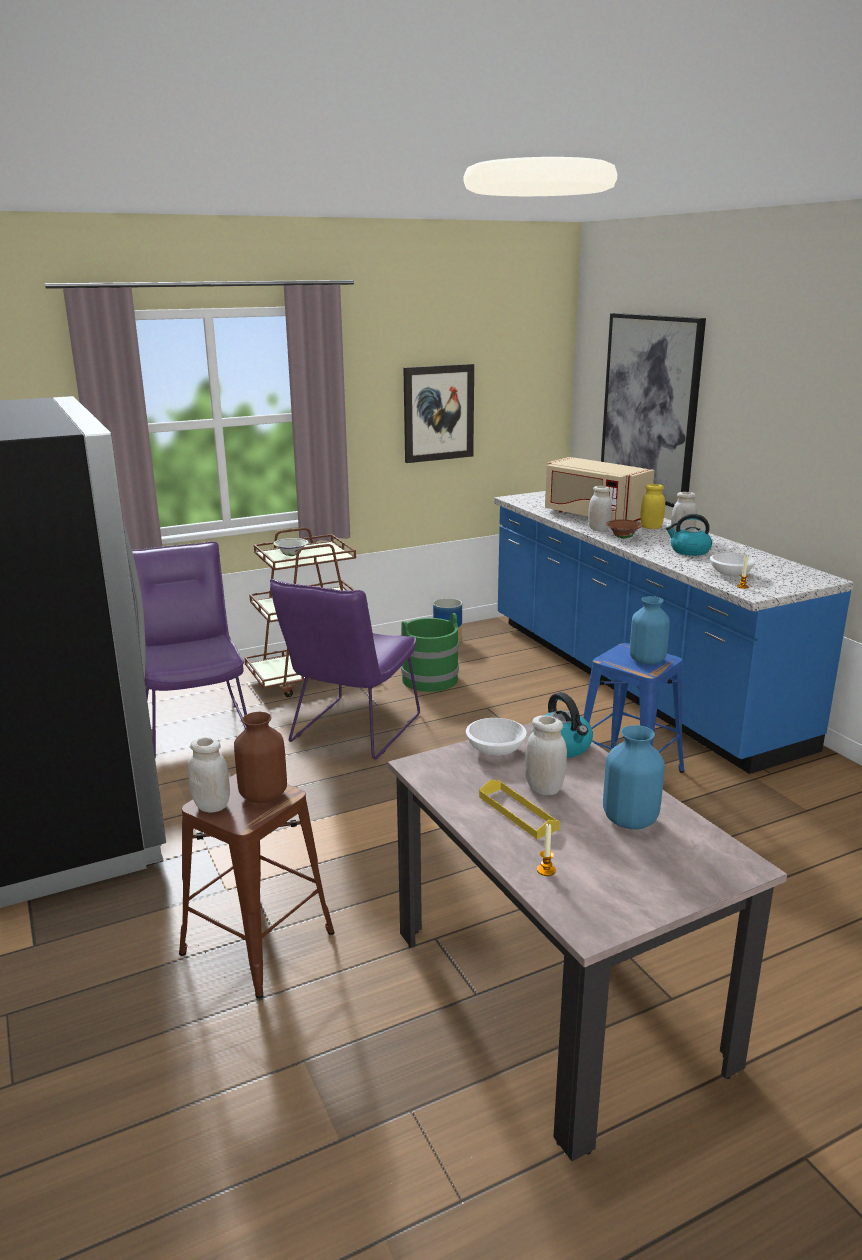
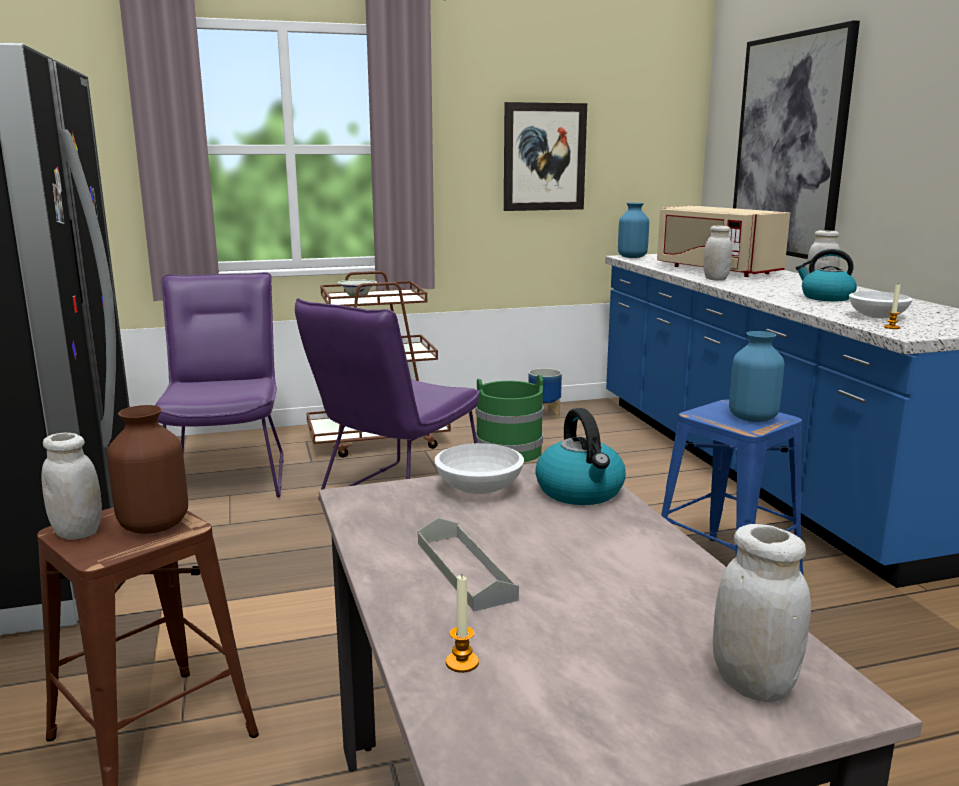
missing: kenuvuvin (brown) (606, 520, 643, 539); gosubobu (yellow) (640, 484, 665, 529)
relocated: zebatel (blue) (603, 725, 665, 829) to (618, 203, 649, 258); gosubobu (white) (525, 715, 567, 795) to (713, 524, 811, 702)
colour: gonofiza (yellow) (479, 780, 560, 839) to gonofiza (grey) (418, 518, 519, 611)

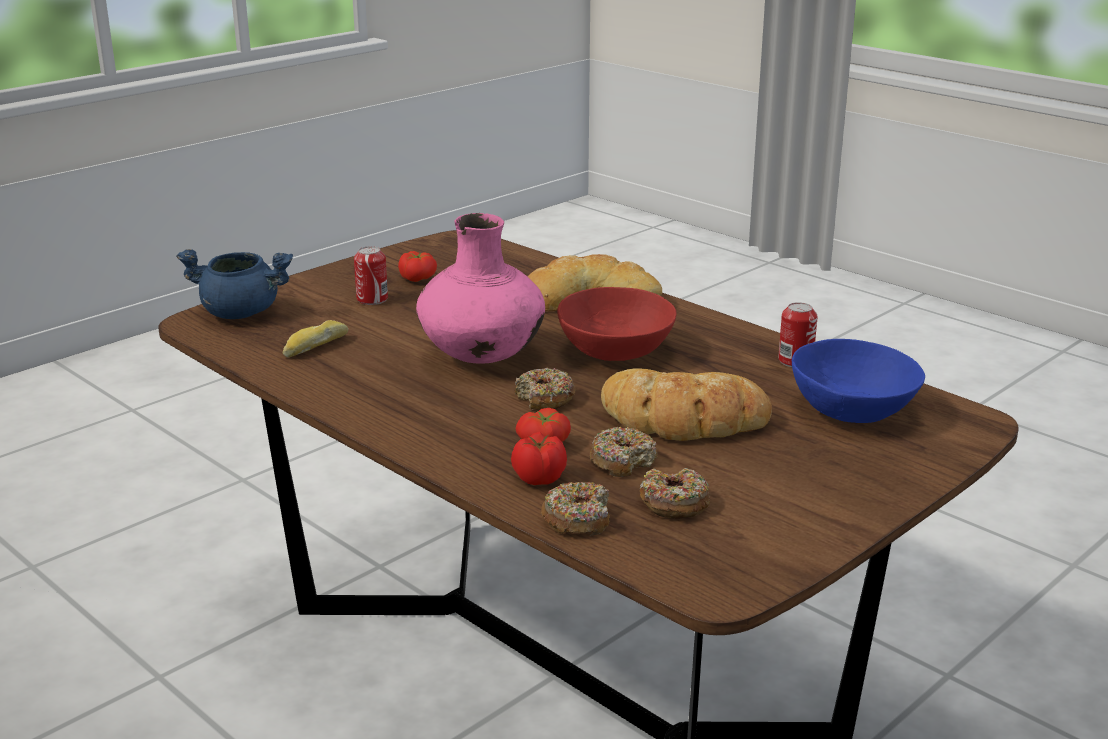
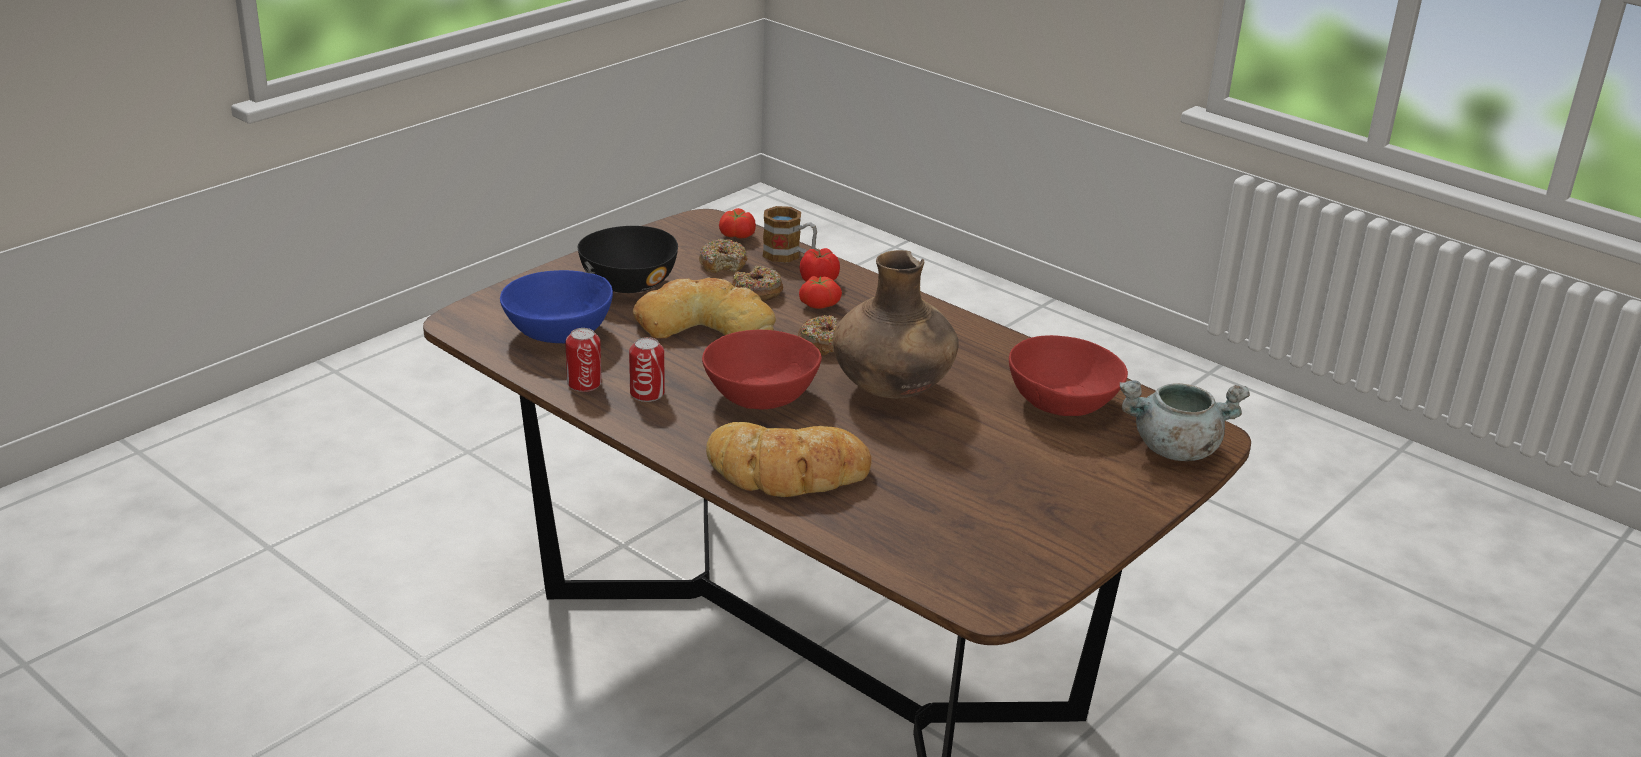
appeared: kenuvuvin (black) (578, 226, 678, 293)
relocated: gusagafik (354, 246, 388, 305) to (629, 337, 665, 402); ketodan (398, 251, 437, 282) to (719, 208, 756, 239)
exchanged: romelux (541, 482, 610, 535) to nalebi (762, 206, 817, 263); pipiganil (283, 320, 348, 357) to kenuvuvin (red) (1009, 335, 1128, 416)
colour: zebatel (pink) (416, 213, 545, 364) to zebatel (brown) (833, 250, 959, 398); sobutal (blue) (176, 249, 293, 319) to sobutal (grey) (1120, 380, 1250, 461)

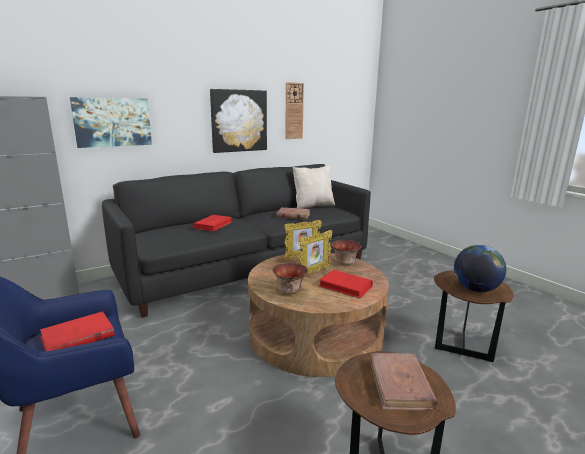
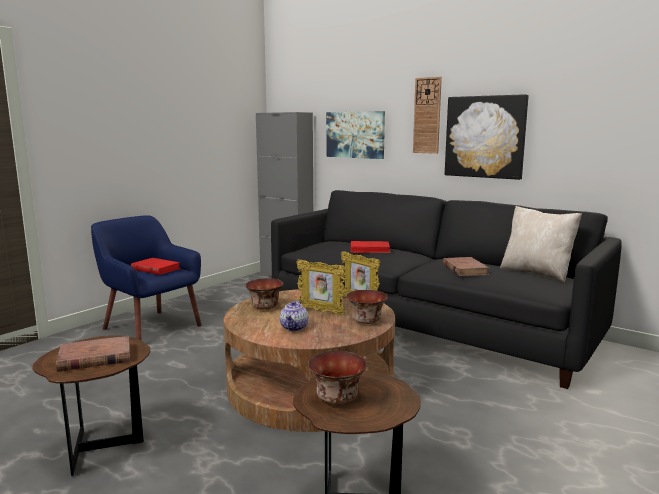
relocated: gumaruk (285, 82, 304, 139) to (413, 77, 442, 154)
exchanged: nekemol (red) (319, 270, 373, 299) to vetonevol (280, 300, 308, 331); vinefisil (454, 245, 506, 292) to kenuvuvin (308, 351, 367, 404)

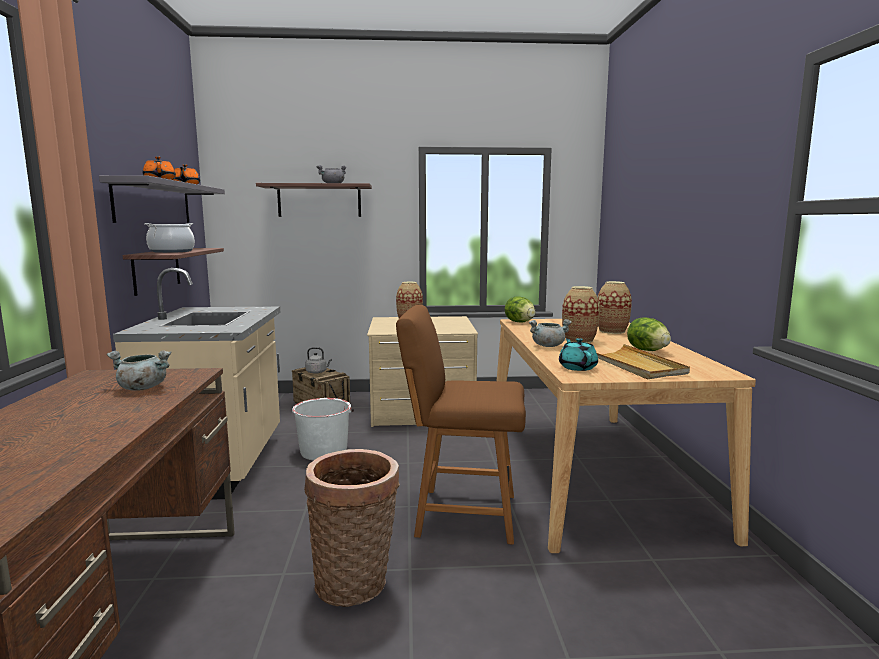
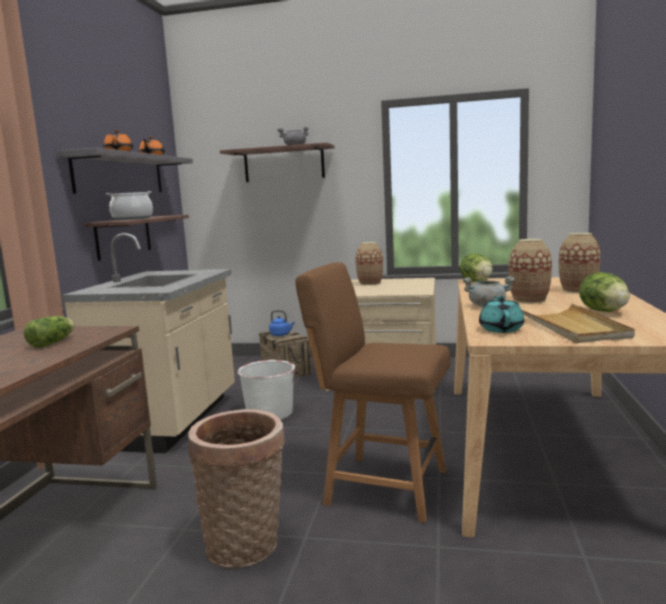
exchanged: sobutal (grey) (107, 350, 172, 391) to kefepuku (23, 316, 75, 348)
colour: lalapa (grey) (305, 347, 332, 374) to lalapa (blue) (269, 310, 295, 336)

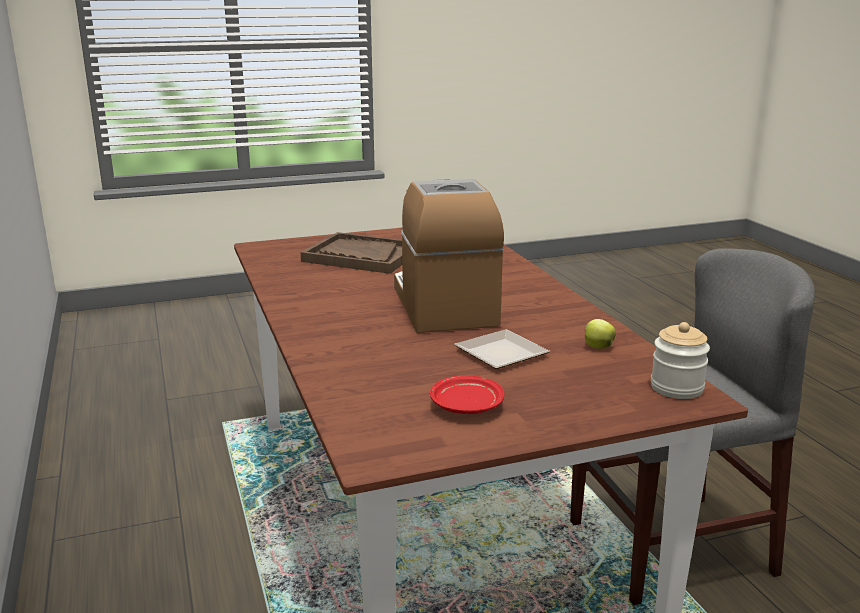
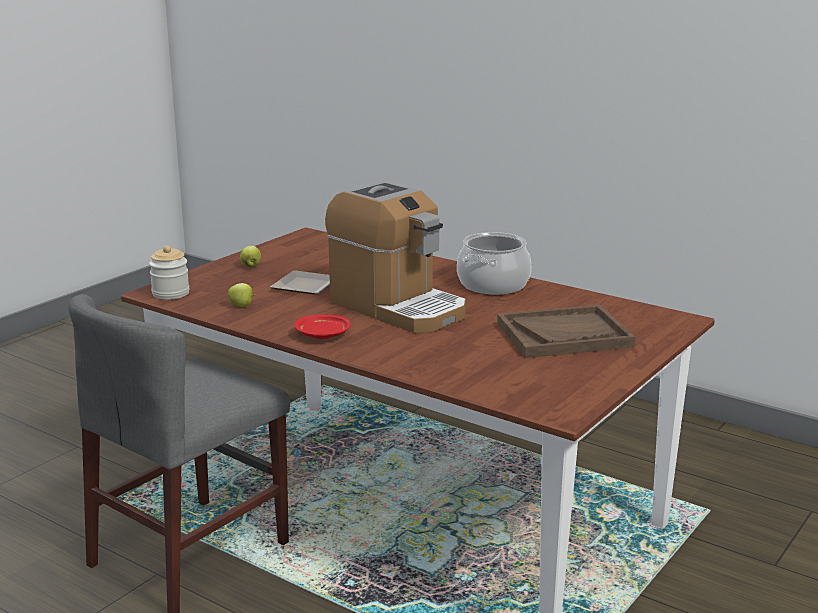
appeared: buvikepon (240, 246, 261, 267); sobutal (457, 232, 531, 295)
relocated: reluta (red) (430, 375, 505, 414) to (294, 314, 351, 339)

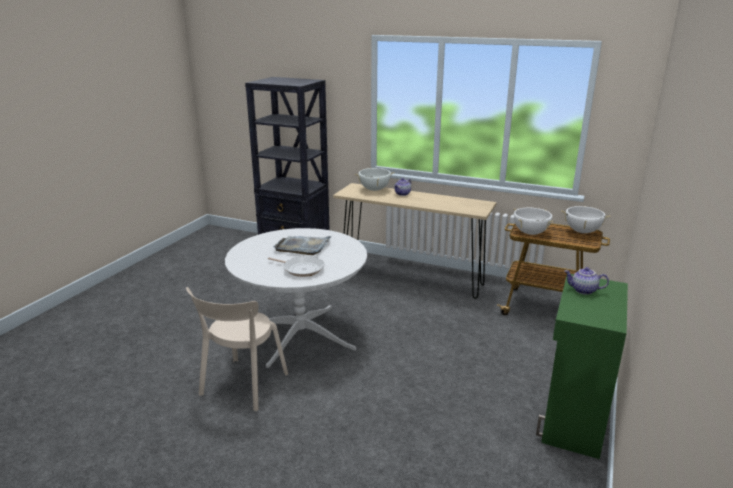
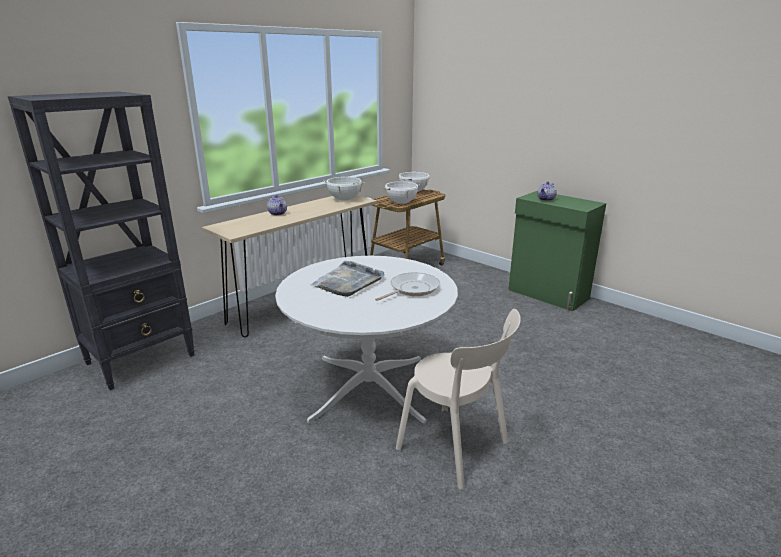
relocated: sobutal (white) (355, 168, 395, 191) to (323, 177, 366, 201)

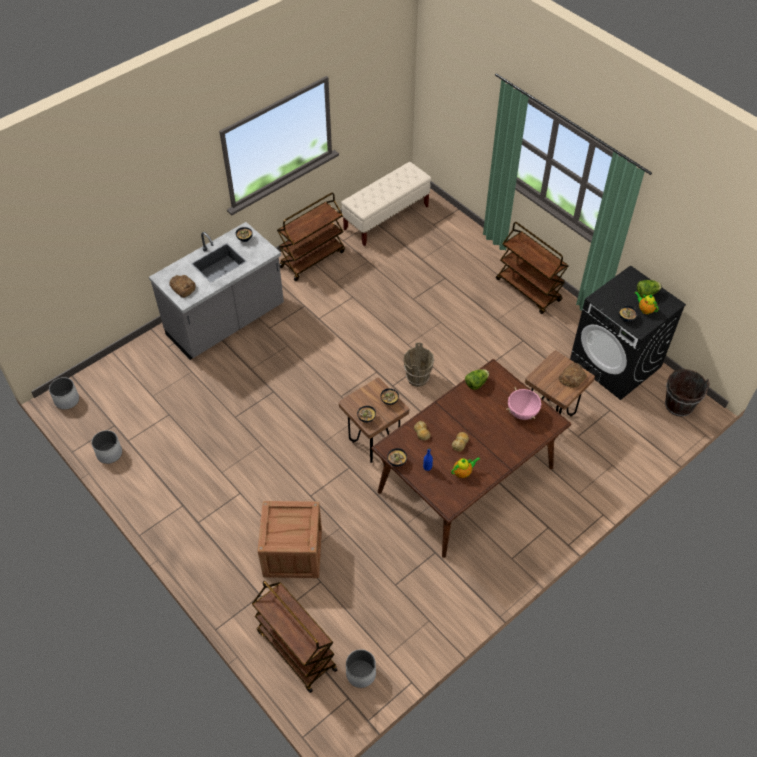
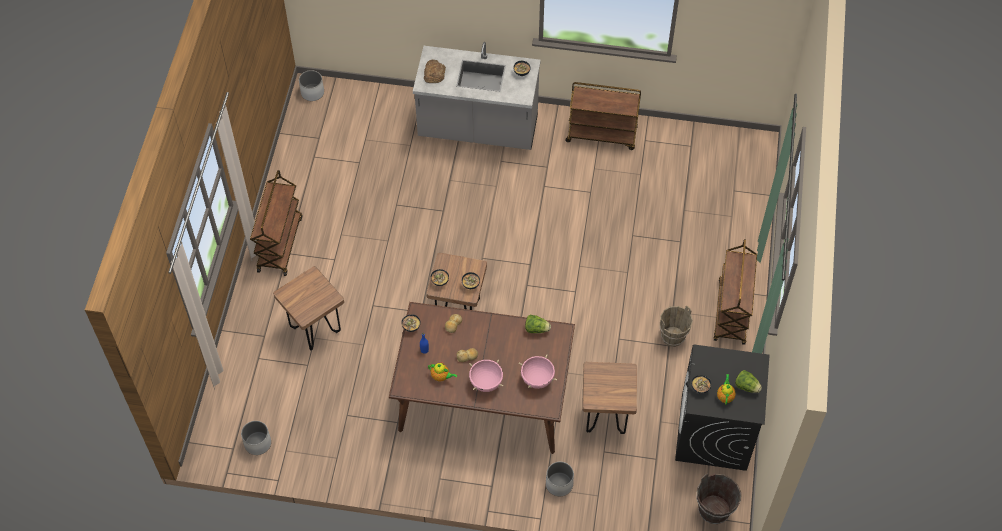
missing: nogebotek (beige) (341, 162, 431, 246); pipiganil (559, 363, 587, 388)
appeared: sobutal (pink) (469, 360, 503, 392)
relocated: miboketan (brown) (252, 581, 337, 693) to (250, 170, 302, 276); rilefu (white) (91, 430, 122, 464) to (546, 462, 574, 496); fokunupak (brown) (403, 342, 434, 387) to (660, 306, 693, 347)
exchanged: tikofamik (258, 501, 322, 578) to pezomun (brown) (273, 266, 344, 350)

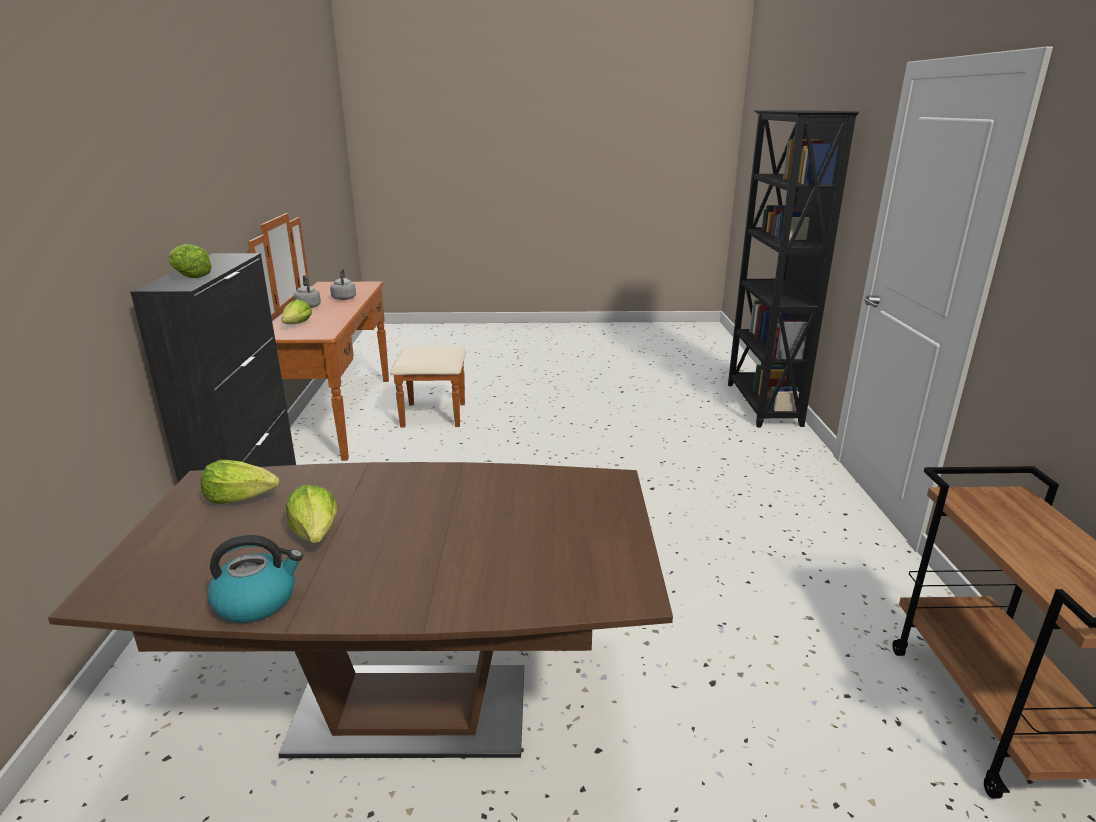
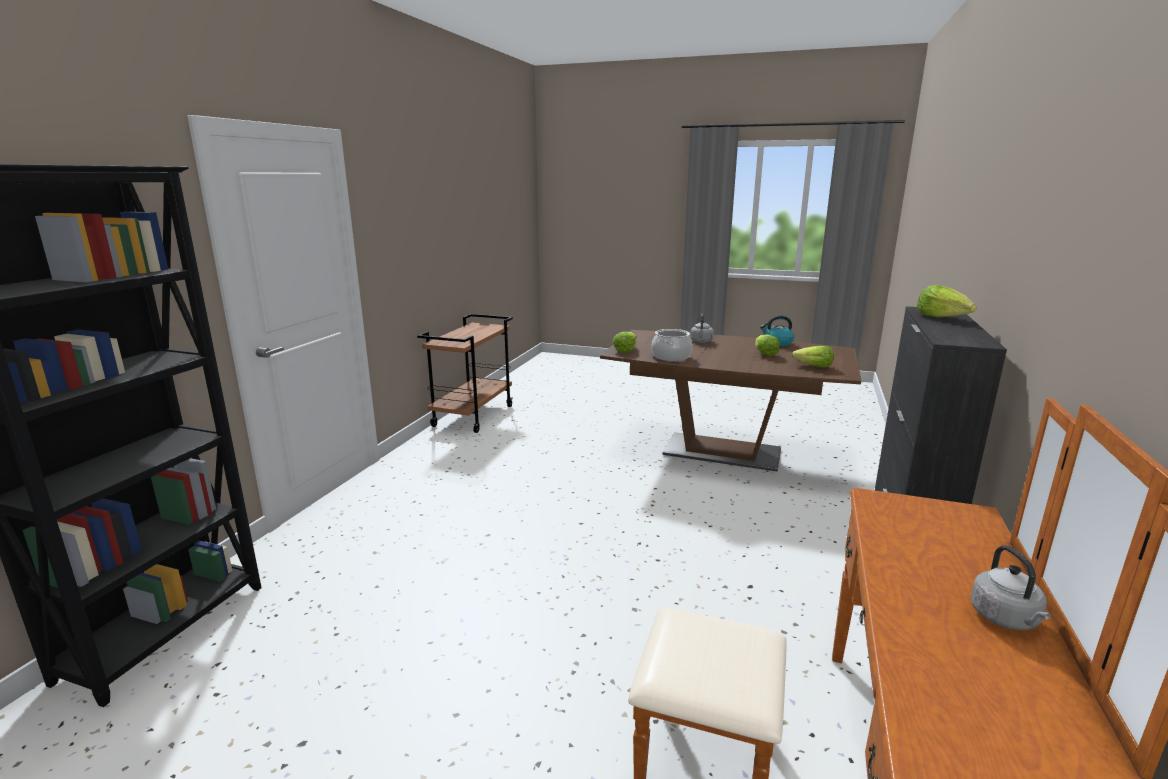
appeared: sobutal (651, 329, 692, 361)
relocated: kefepuku (281, 299, 312, 324) to (613, 332, 636, 353); lalapa (grey) (330, 268, 356, 300) to (691, 313, 714, 343)

